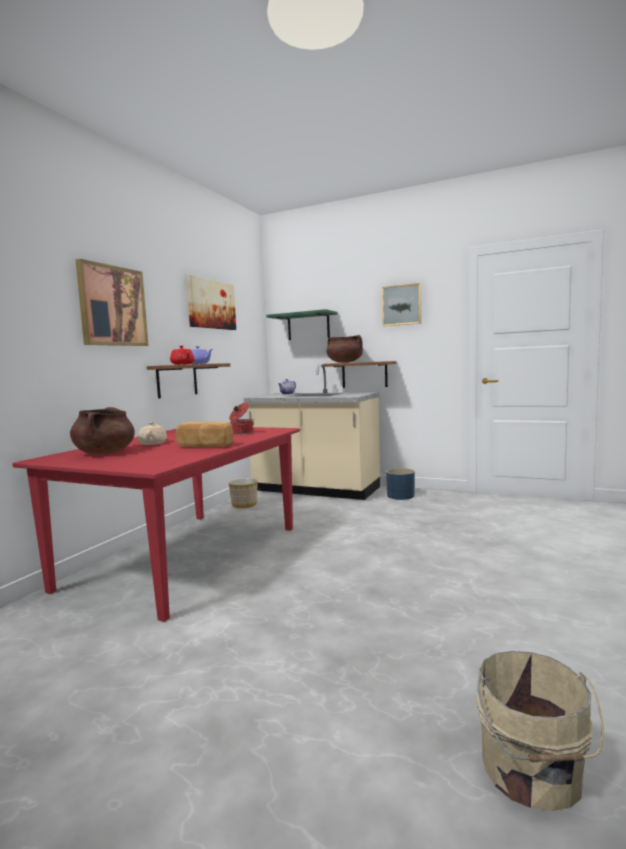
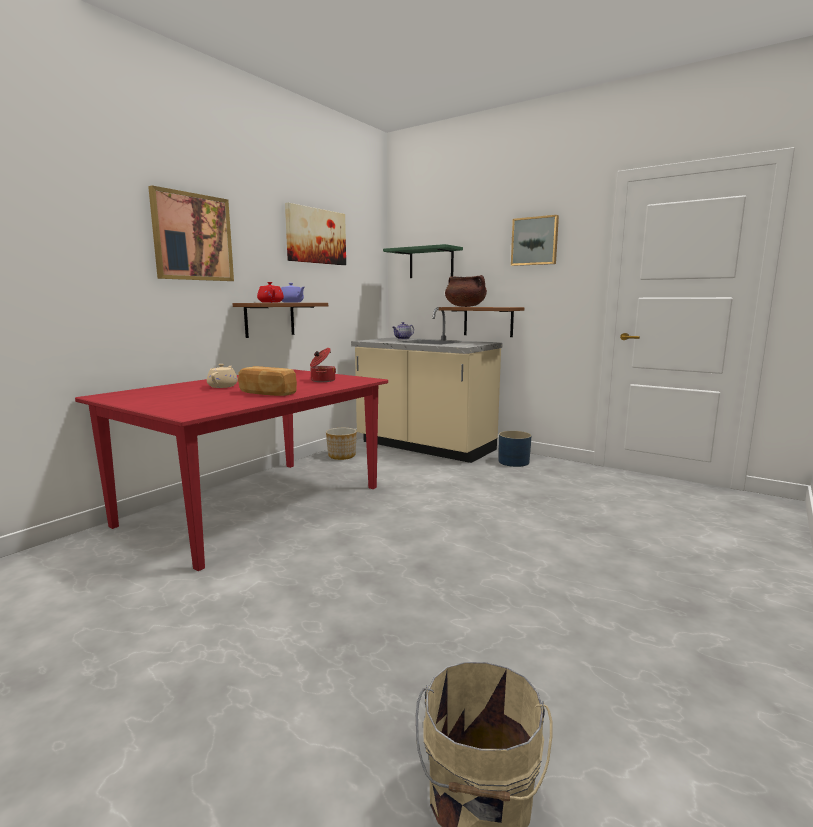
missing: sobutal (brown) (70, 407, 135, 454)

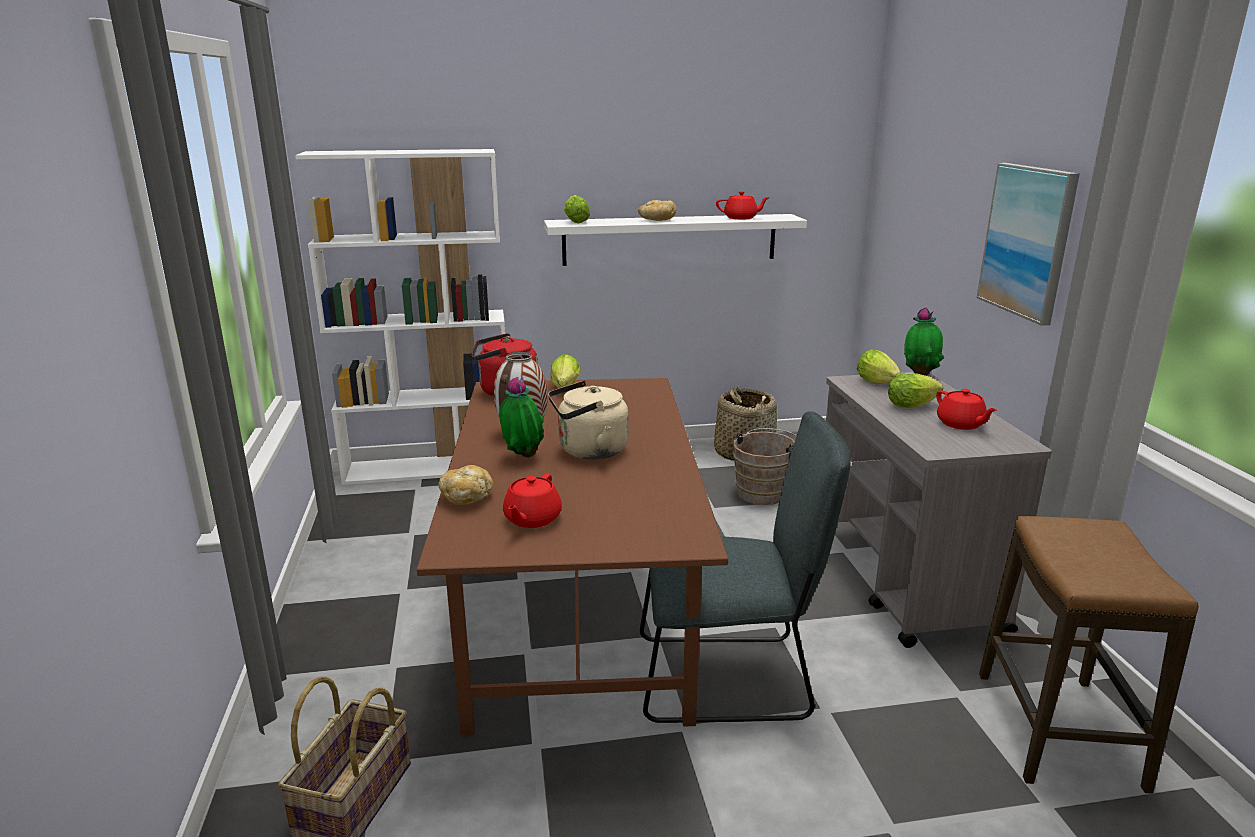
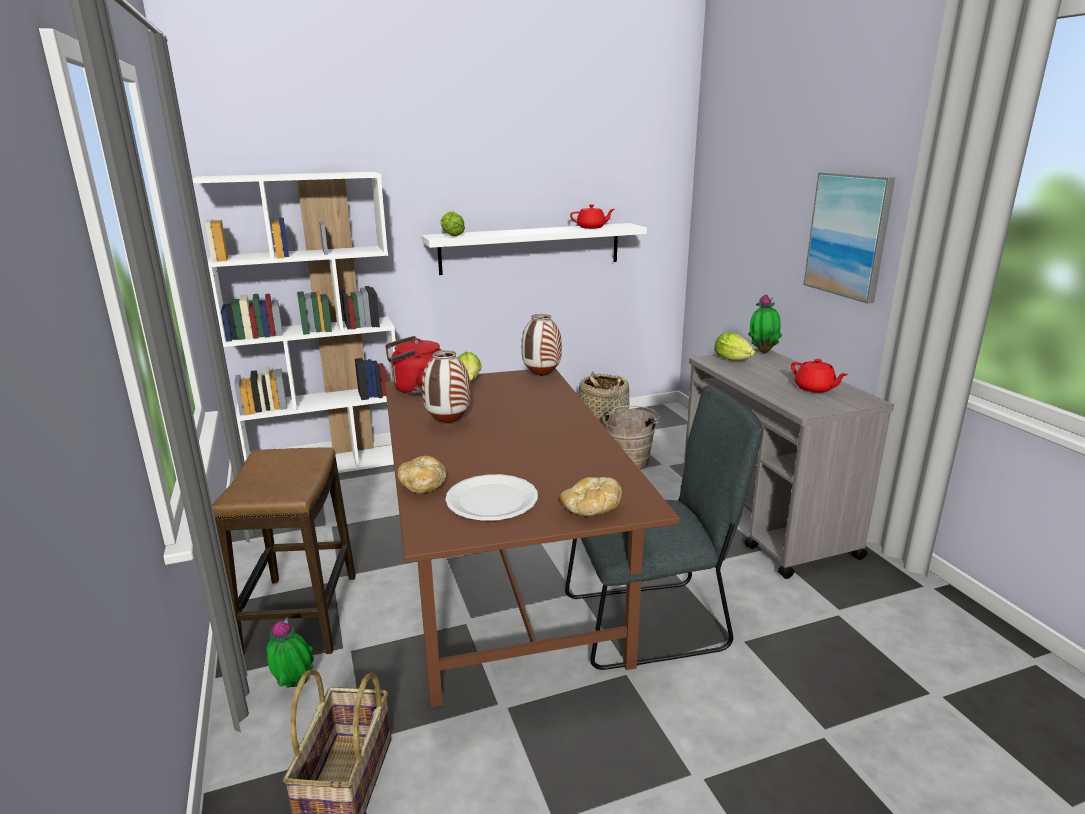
missing: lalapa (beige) (548, 381, 628, 460); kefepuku (888, 373, 943, 408)
appeared: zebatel (521, 314, 562, 376)
relocated: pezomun (979, 516, 1199, 794) to (212, 448, 356, 655); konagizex (499, 377, 544, 458) to (267, 618, 314, 688); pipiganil (638, 200, 676, 221) to (560, 477, 622, 516)
exchanged: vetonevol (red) (503, 474, 562, 528) to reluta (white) (445, 474, 538, 521)

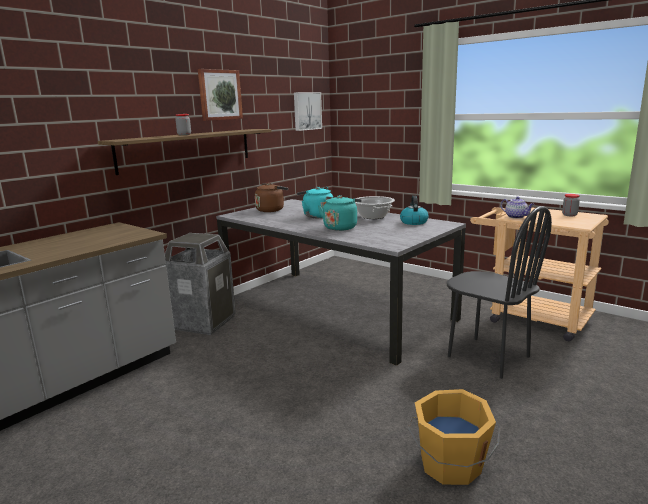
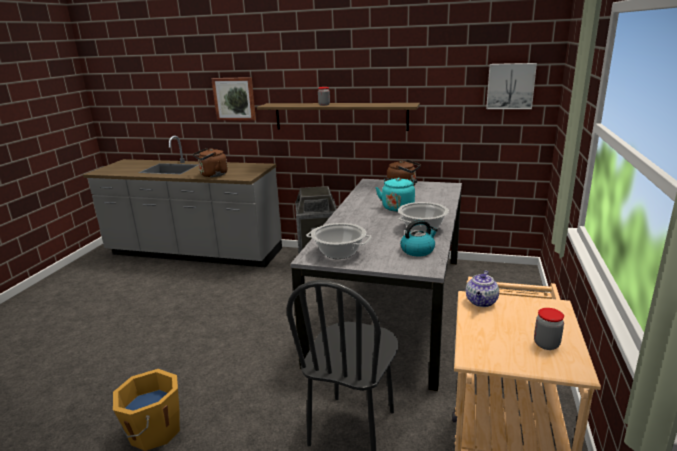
missing: lalapa (turquoise) (318, 195, 362, 231)
appeared: lalapa (brown) (193, 148, 228, 177); sobutal (306, 223, 372, 259)
relocated: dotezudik (198, 69, 243, 121) to (211, 77, 256, 121)

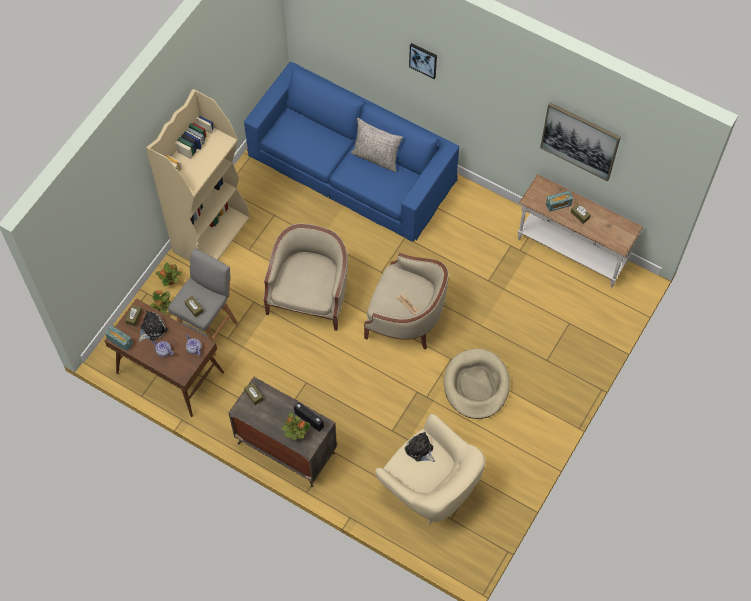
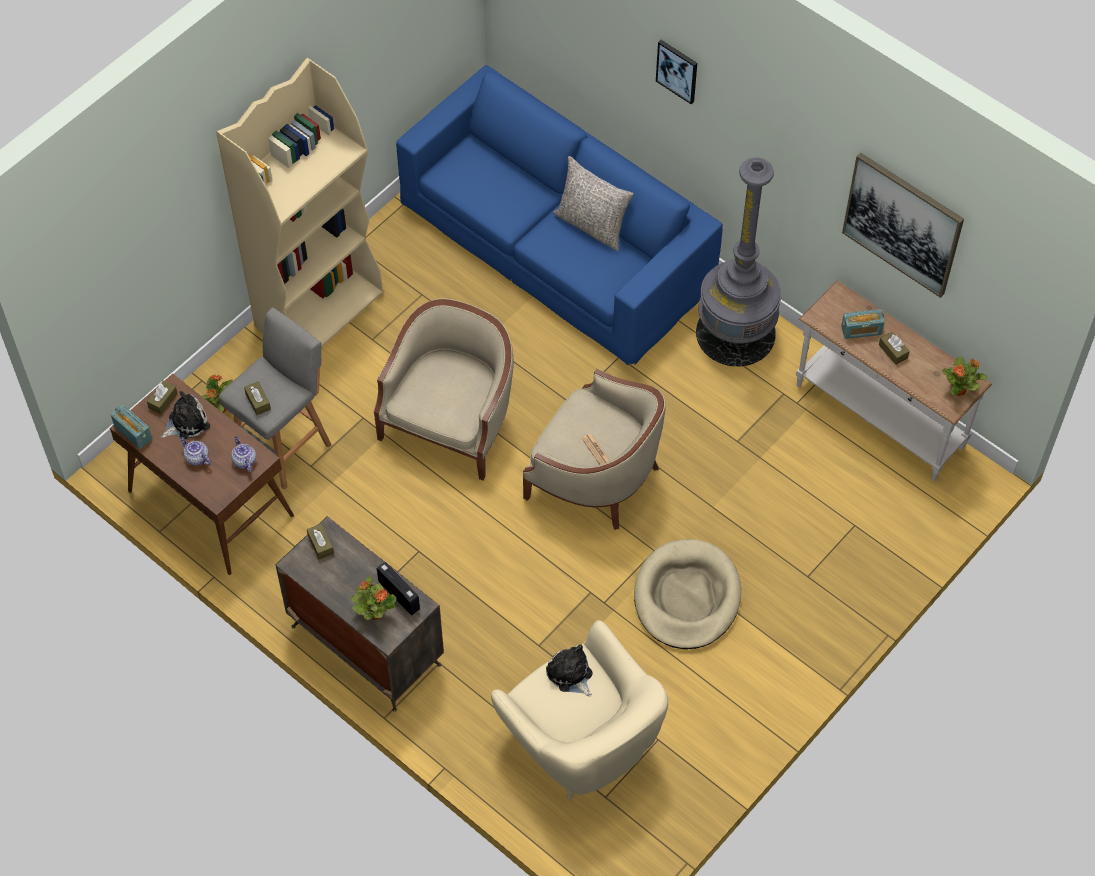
appeared: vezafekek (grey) (696, 157, 781, 366)
relocated: konagizex (155, 262, 182, 286) to (942, 356, 987, 395)

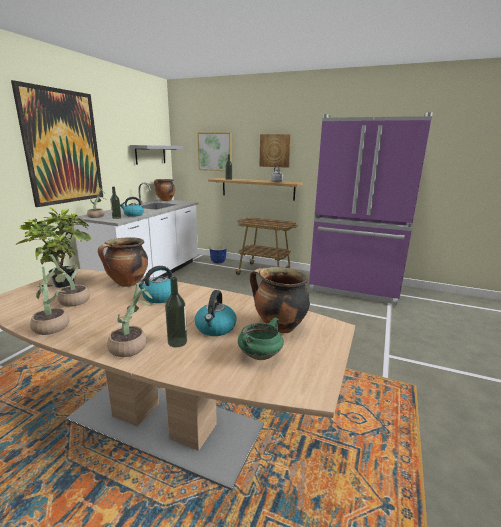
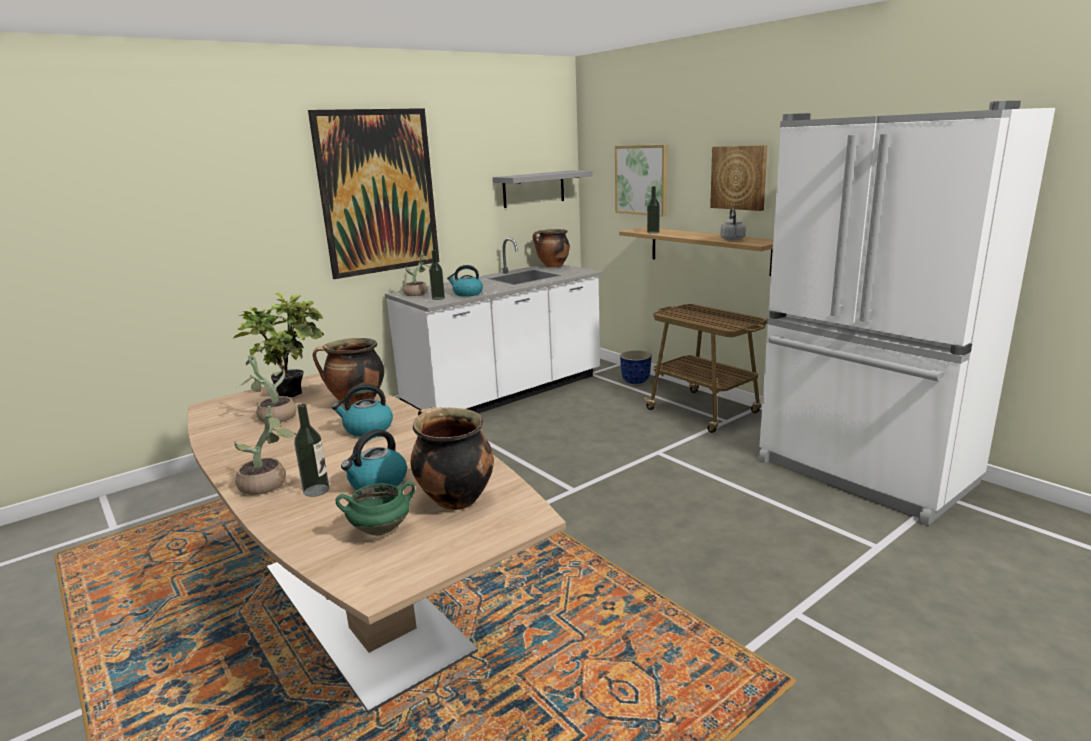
missing: konagizex (30, 266, 69, 335)
colour: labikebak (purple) (309, 112, 433, 306) to labikebak (white) (758, 101, 1055, 526)

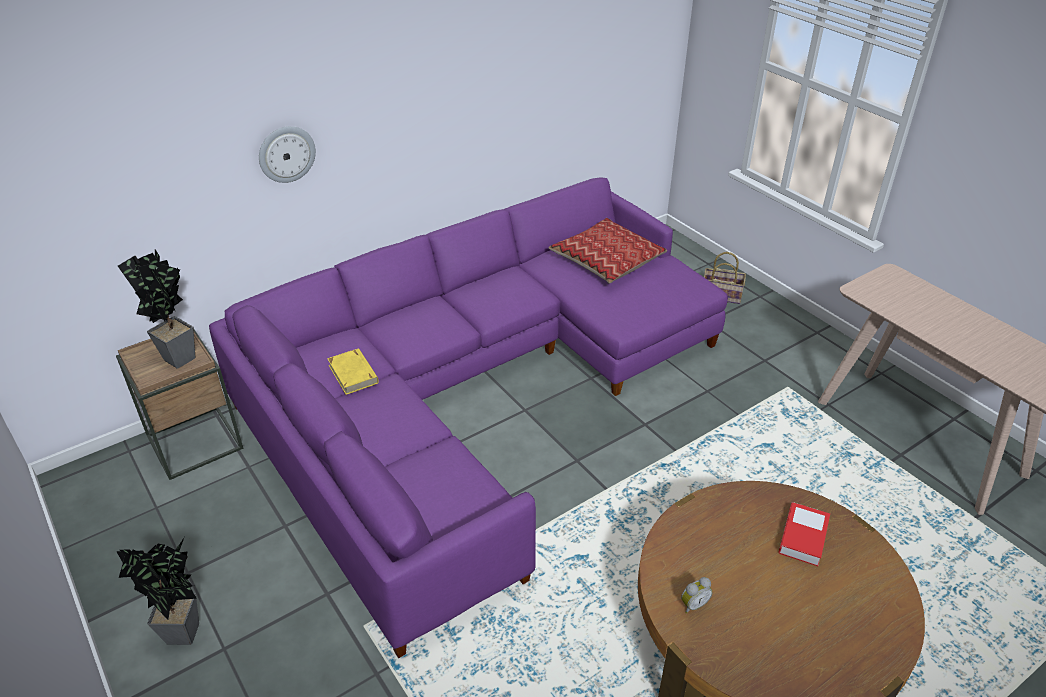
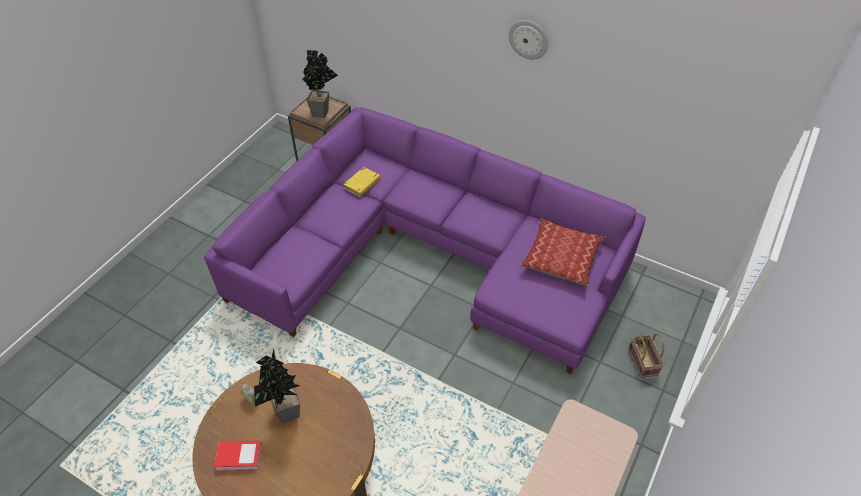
relocated: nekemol (778, 502, 830, 566) to (214, 441, 262, 471); konagizex (116, 538, 199, 645) to (254, 350, 300, 423); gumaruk (259, 126, 316, 183) to (509, 20, 548, 60)

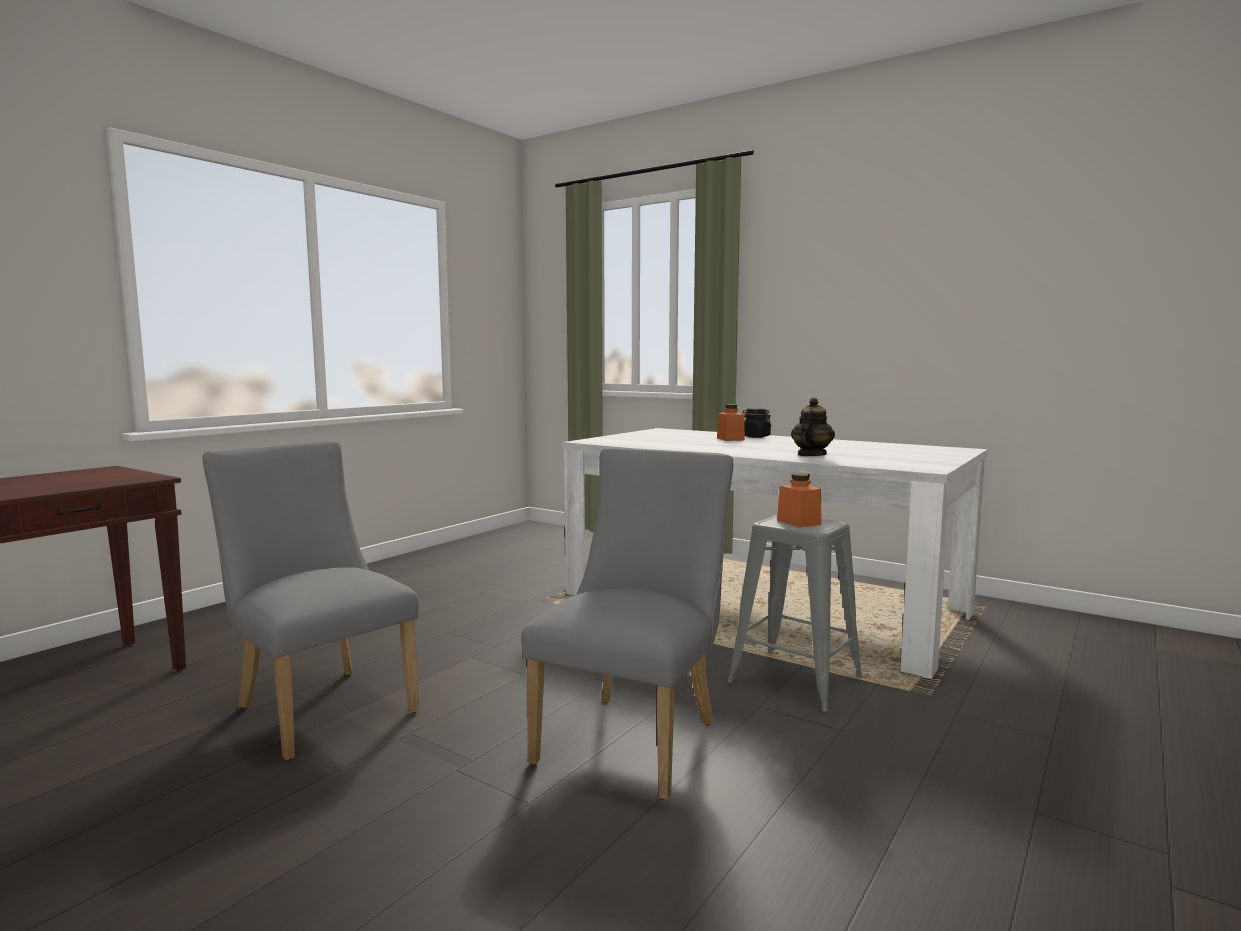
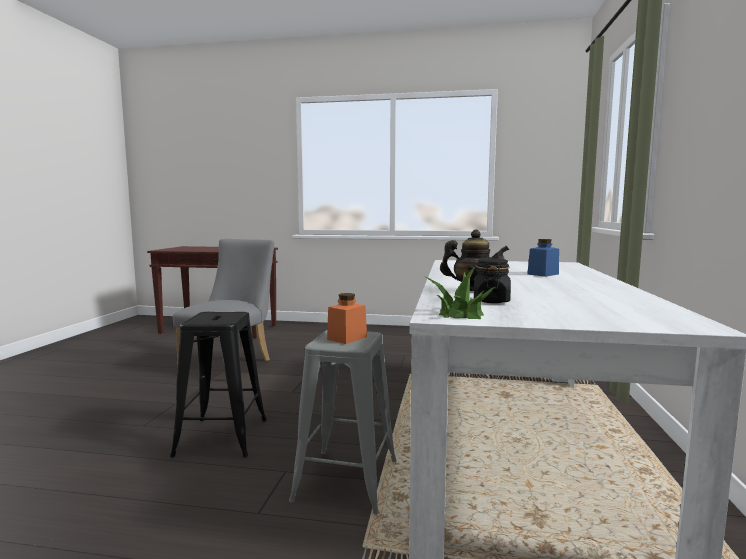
appeared: konagizex (426, 267, 495, 319)
relocated: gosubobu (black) (742, 408, 771, 438) to (474, 259, 511, 303)
exchanged: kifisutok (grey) (521, 448, 733, 800) to pezomun (black) (170, 312, 267, 458)
colour: gosubobu (orange) (717, 404, 745, 441) to gosubobu (blue) (527, 239, 559, 277)

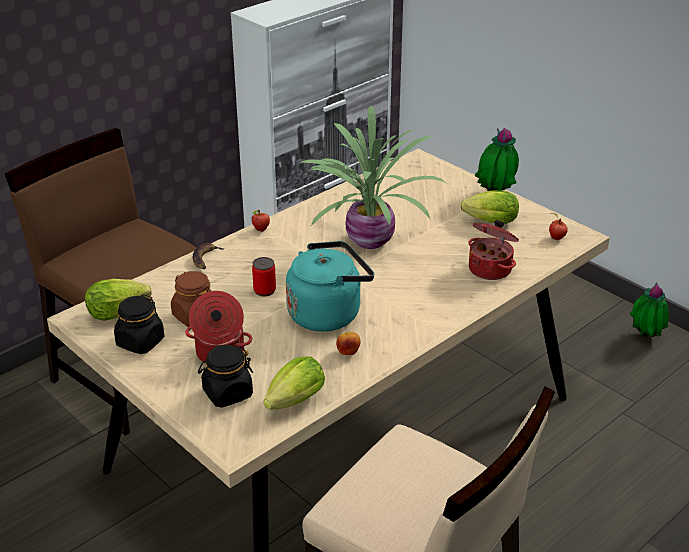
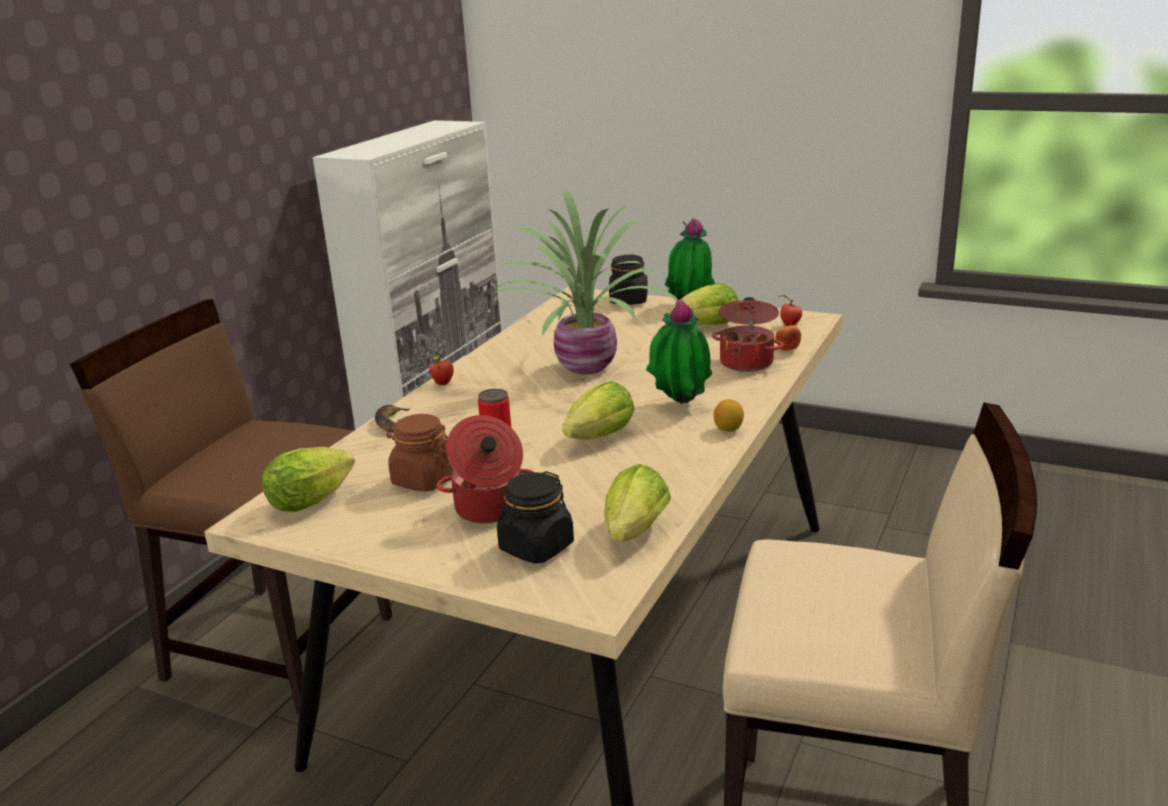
appeared: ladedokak (714, 399, 744, 432)
relocated: gosubobu (black) (114, 294, 164, 354) to (609, 255, 648, 305); konagizex (630, 282, 669, 338) to (646, 300, 712, 404); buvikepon (336, 332, 361, 355) to (775, 325, 801, 351)
exchanged: lalapa (turquoise) (286, 241, 374, 332) to kefepuku (562, 381, 634, 440)

